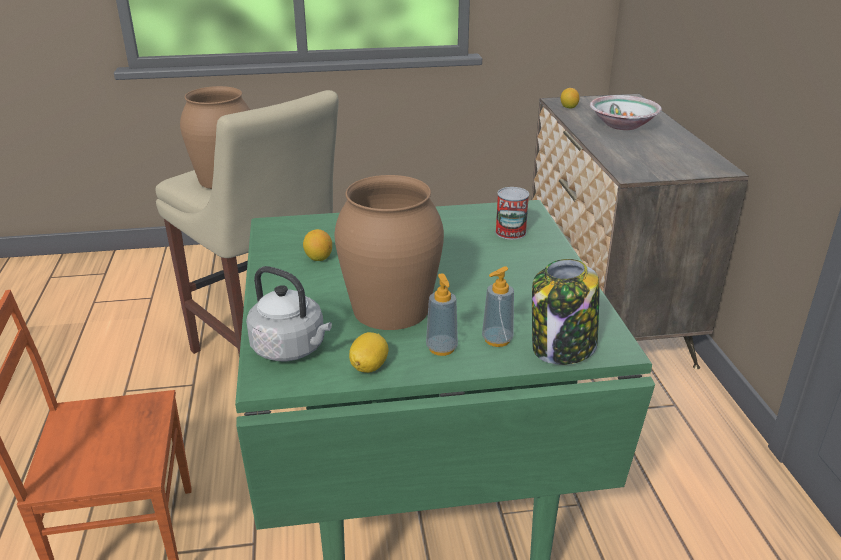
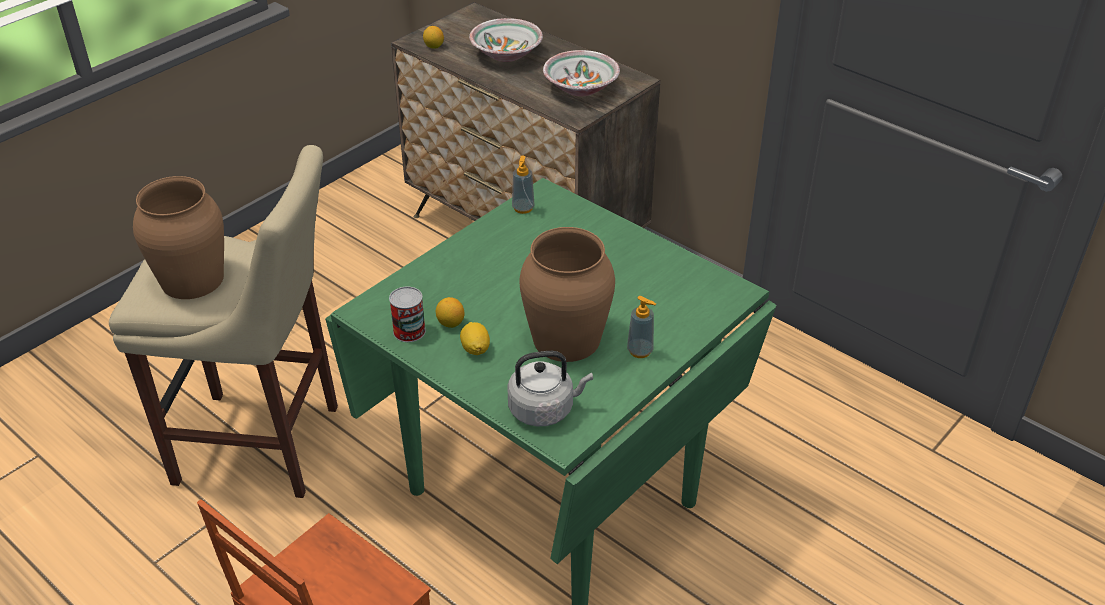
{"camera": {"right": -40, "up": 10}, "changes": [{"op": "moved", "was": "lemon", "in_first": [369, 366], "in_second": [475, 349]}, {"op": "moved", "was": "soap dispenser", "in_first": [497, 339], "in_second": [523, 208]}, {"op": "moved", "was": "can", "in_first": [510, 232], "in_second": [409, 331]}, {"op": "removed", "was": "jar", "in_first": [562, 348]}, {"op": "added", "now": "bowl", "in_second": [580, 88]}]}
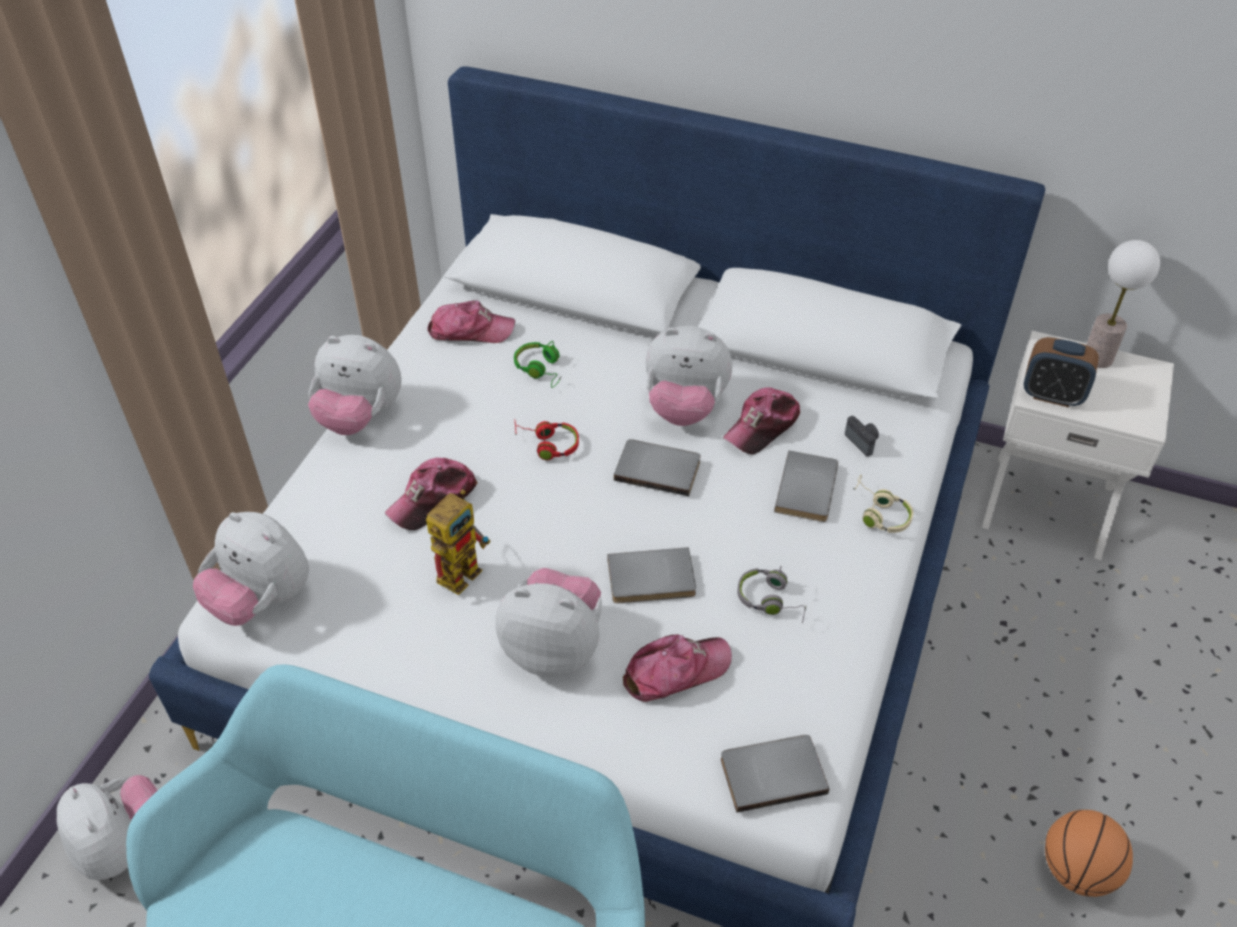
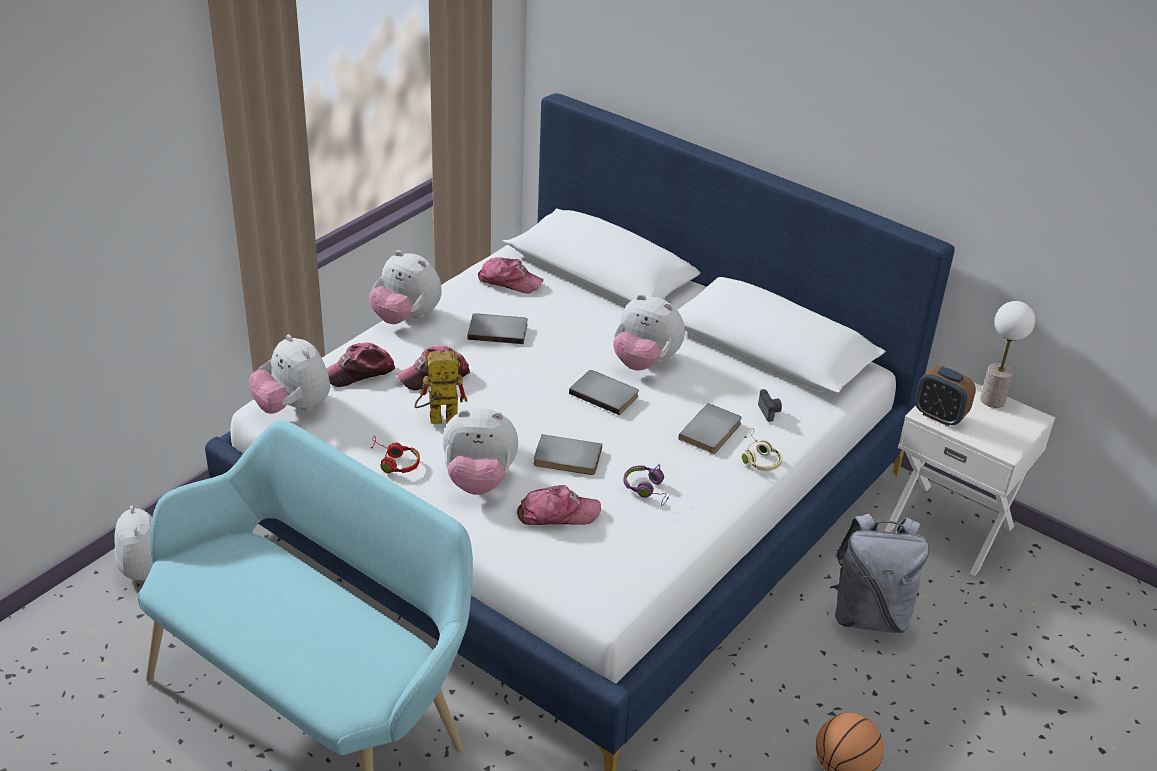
{"camera": {"right": 15, "up": -10}, "changes": [{"op": "turned", "was": "toy robot", "in_first": [463, 568], "in_second": [436, 420], "clockwise": -150}, {"op": "turned", "was": "plush toy", "in_first": [554, 648], "in_second": [479, 481], "clockwise": 150}, {"op": "removed", "was": "green headphones", "in_first": [541, 369]}, {"op": "moved", "was": "red headphones", "in_first": [547, 444], "in_second": [394, 462]}, {"op": "moved", "was": "grey book", "in_first": [772, 772], "in_second": [498, 330]}, {"op": "moved", "was": "cap", "in_first": [762, 427], "in_second": [359, 372]}, {"op": "recoloured", "was": "grey headphones", "now": "purple headphones", "in_first": [771, 600], "in_second": [647, 490]}, {"op": "added", "now": "grey backpack", "in_second": [869, 615]}]}
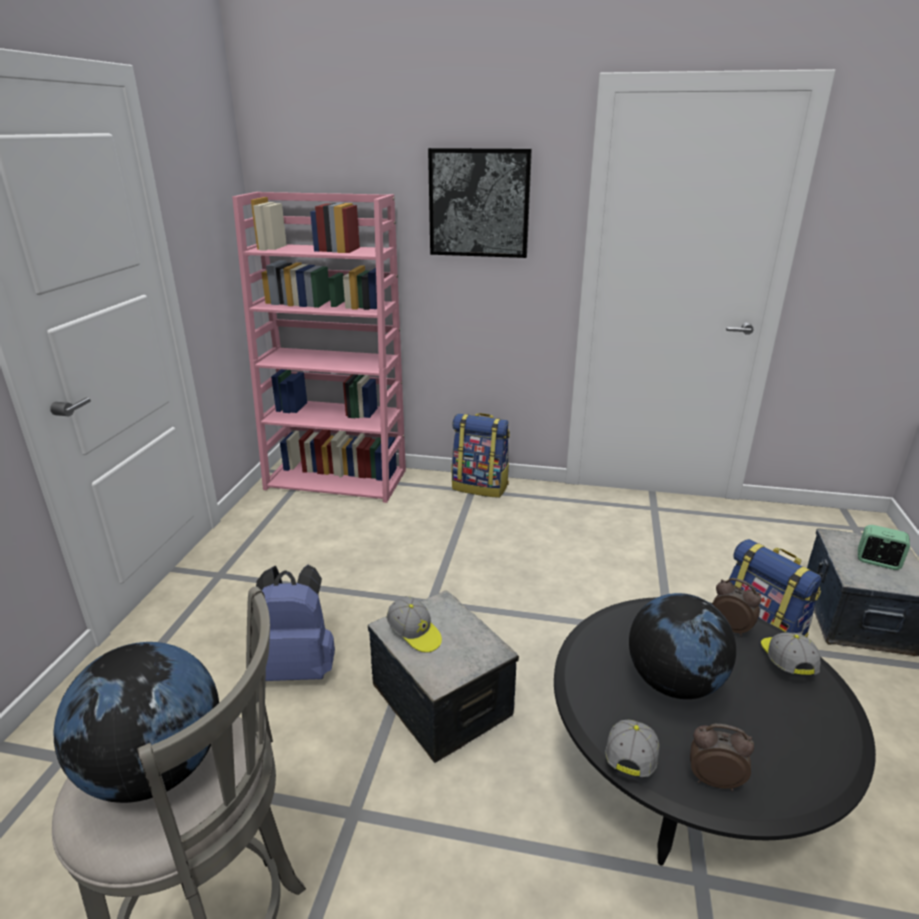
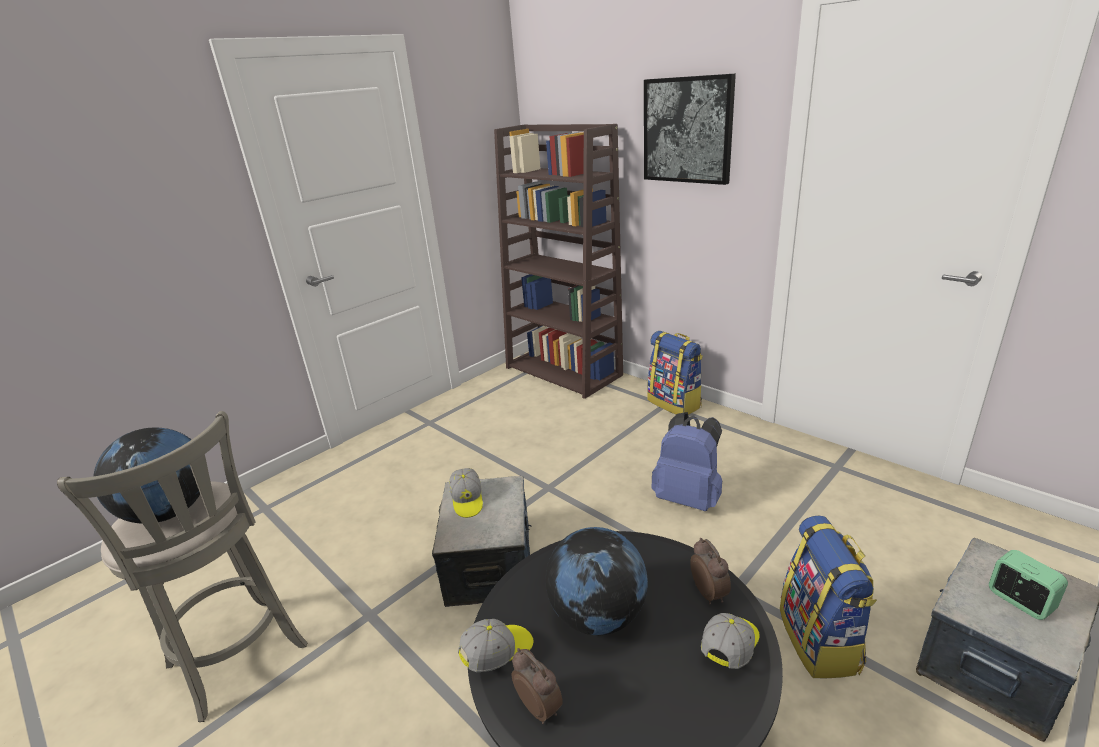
{"camera": {"right": 35, "up": 0}, "changes": [{"op": "recoloured", "was": "pink bookcase", "now": "brown bookcase", "in_first": [338, 479], "in_second": [564, 371]}, {"op": "moved", "was": "blue backpack", "in_first": [297, 667], "in_second": [688, 498]}]}
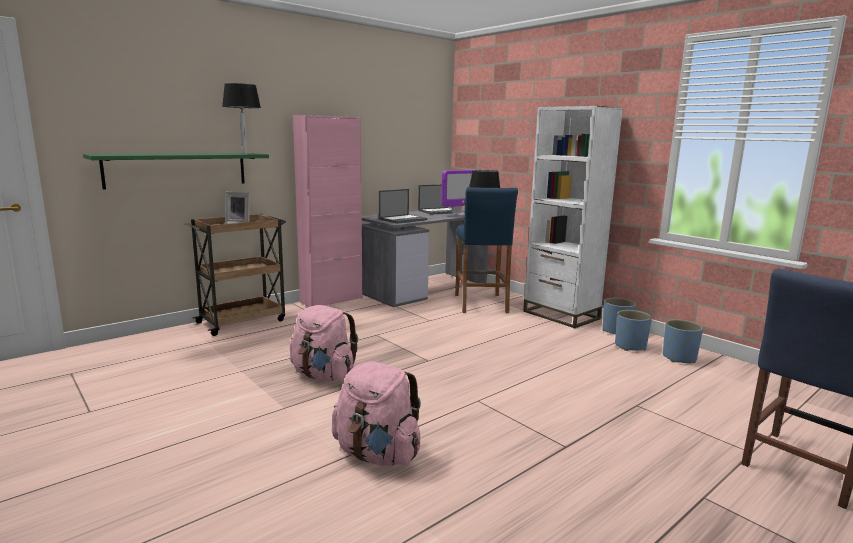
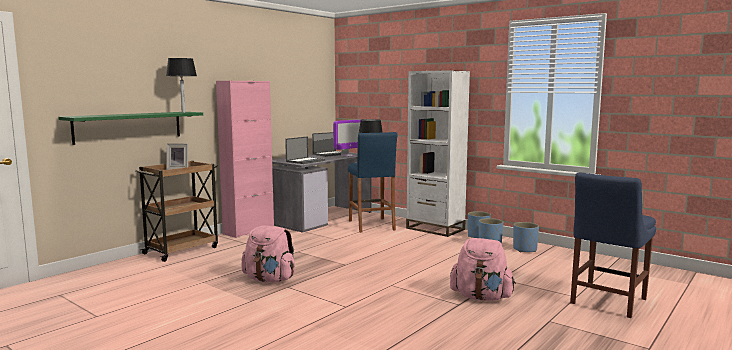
{"camera": {"right": -10, "up": -5}, "changes": [{"op": "moved", "was": "pink backpack", "in_first": [377, 454], "in_second": [481, 297]}]}
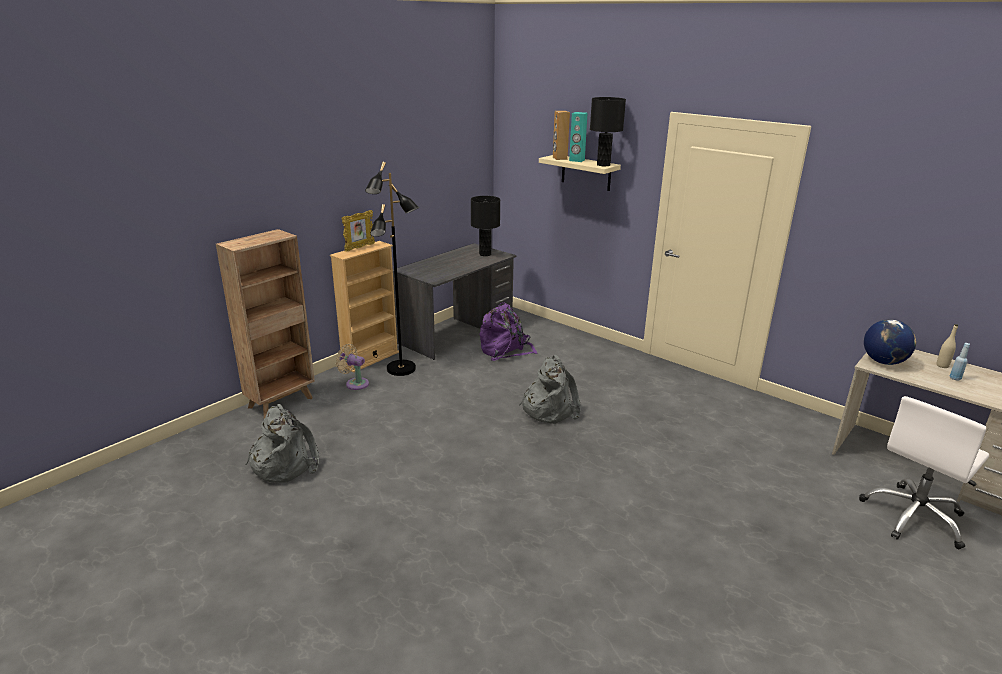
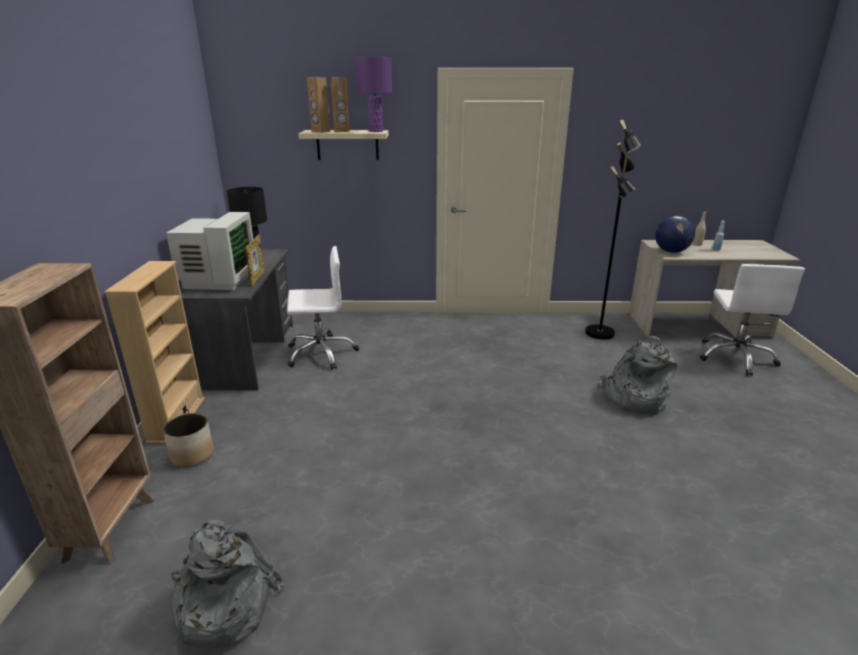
{"camera": {"right": -40, "up": 0}, "changes": [{"op": "replaced", "was": "beige fan", "now": "planter", "in_first": [355, 383], "in_second": [192, 455]}, {"op": "moved", "was": "picture frame", "in_first": [359, 247], "in_second": [257, 279]}, {"op": "moved", "was": "black floor lamp", "in_first": [401, 369], "in_second": [600, 333]}, {"op": "replaced", "was": "purple backpack", "now": "white office chair", "in_first": [505, 350], "in_second": [321, 353]}, {"op": "moved", "was": "grey backpack", "in_first": [549, 409], "in_second": [633, 397]}, {"op": "recoloured", "was": "turquoise speaker", "now": "brown speaker", "in_first": [576, 160], "in_second": [341, 131]}, {"op": "recoloured", "was": "black table lamp", "now": "purple table lamp", "in_first": [603, 165], "in_second": [375, 131]}, {"op": "added", "now": "monitor", "in_second": [218, 280]}]}
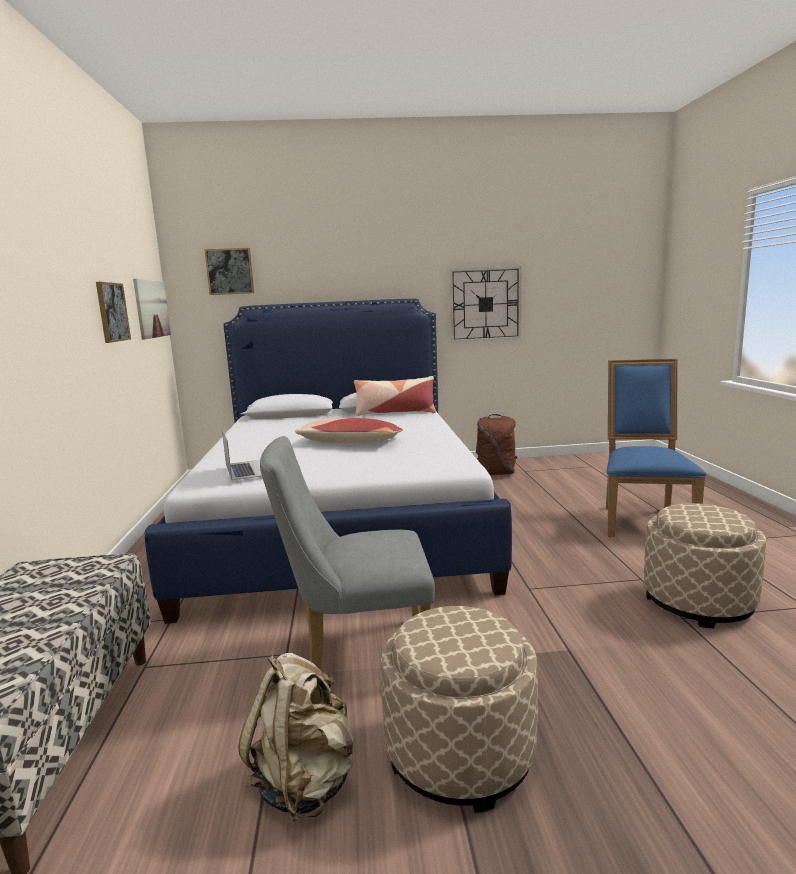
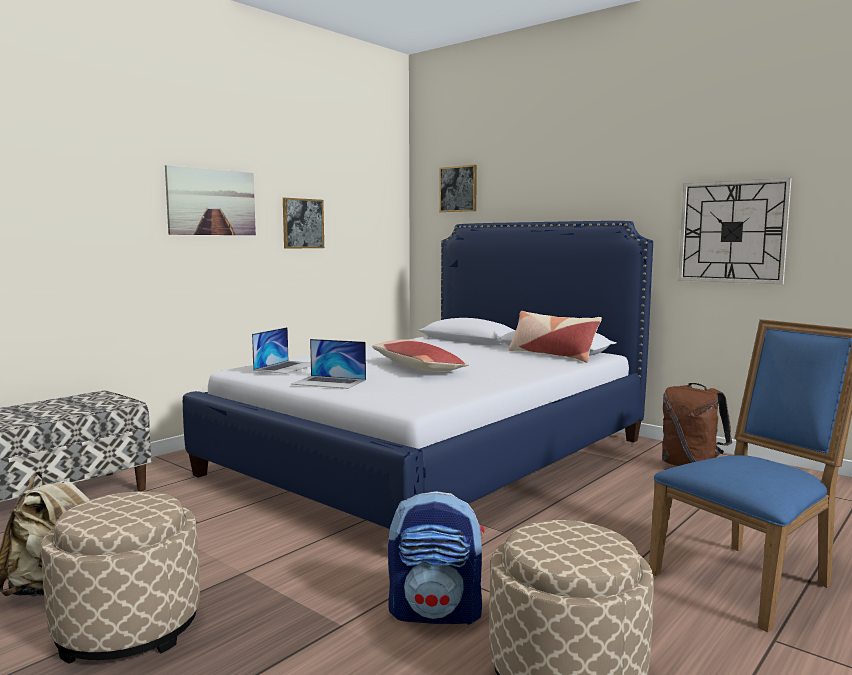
{"camera": {"right": 45, "up": -5}, "changes": [{"op": "moved", "was": "picture", "in_first": [152, 309], "in_second": [211, 202]}, {"op": "removed", "was": "grey chair", "in_first": [357, 654]}, {"op": "added", "now": "laptop", "in_second": [329, 382]}, {"op": "added", "now": "backpack", "in_second": [436, 612]}]}
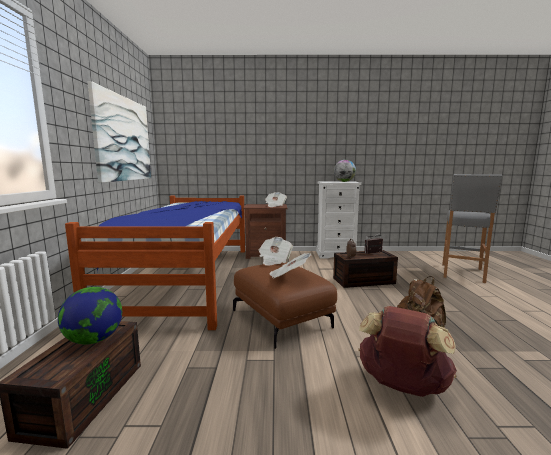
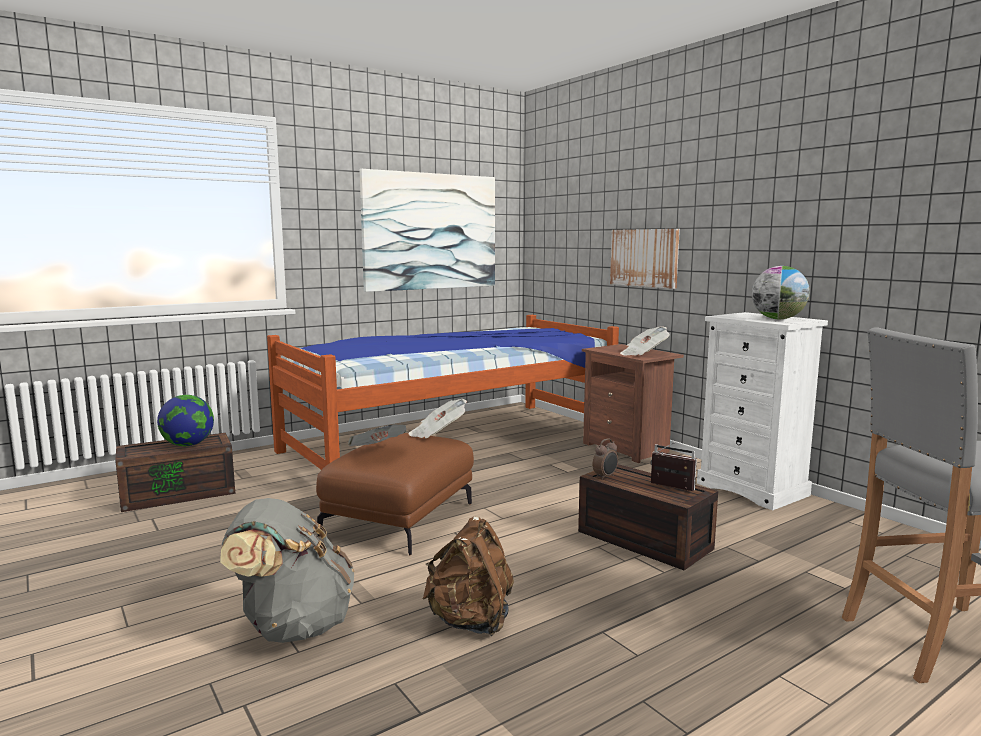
{"camera": {"right": 55, "up": 0}, "changes": [{"op": "recoloured", "was": "brown backpack", "now": "grey backpack", "in_first": [401, 386], "in_second": [293, 626]}, {"op": "added", "now": "picture", "in_second": [644, 257]}]}
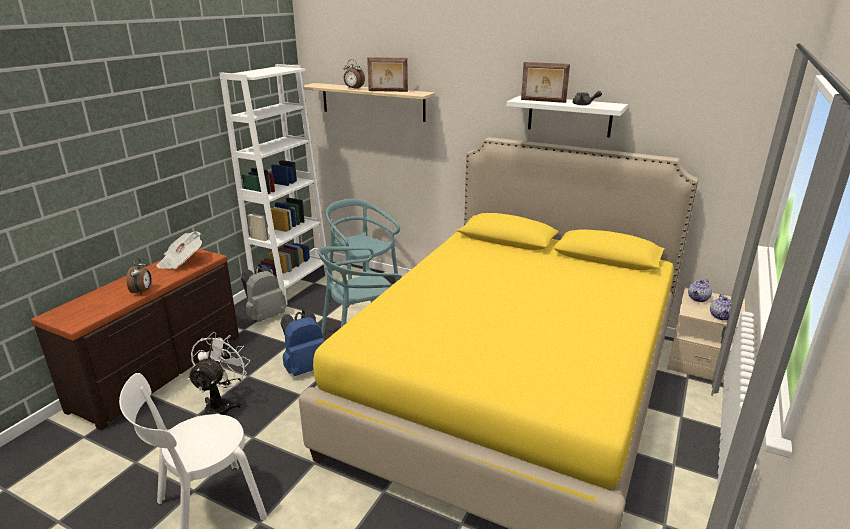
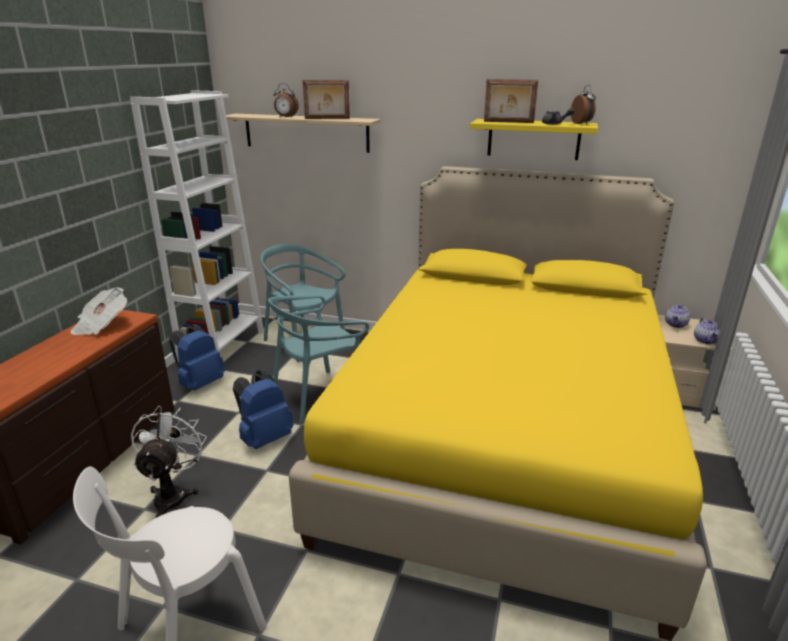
{"camera": {"right": -10, "up": 0}, "changes": [{"op": "moved", "was": "alarm clock", "in_first": [142, 291], "in_second": [582, 124]}, {"op": "recoloured", "was": "grey backpack", "now": "blue backpack", "in_first": [265, 316], "in_second": [200, 383]}, {"op": "recoloured", "was": "white shelf", "now": "yellow shelf", "in_first": [569, 116], "in_second": [533, 139]}]}
